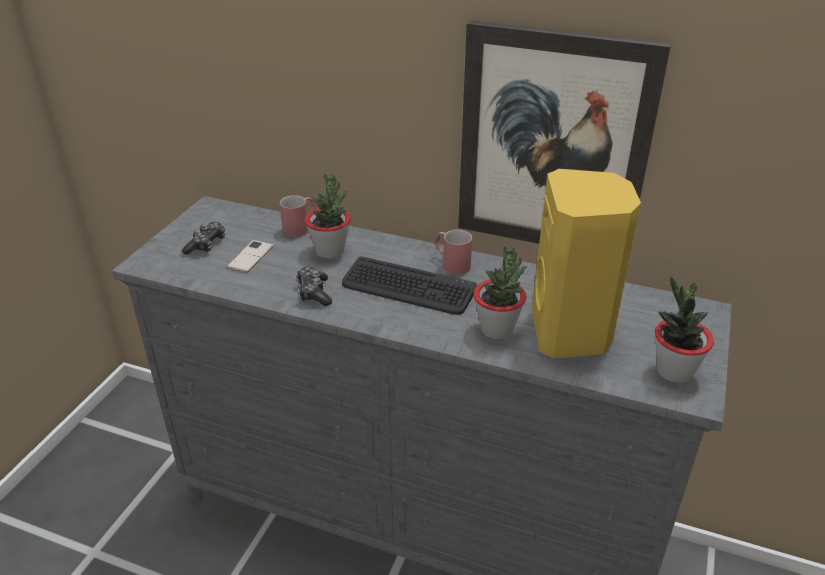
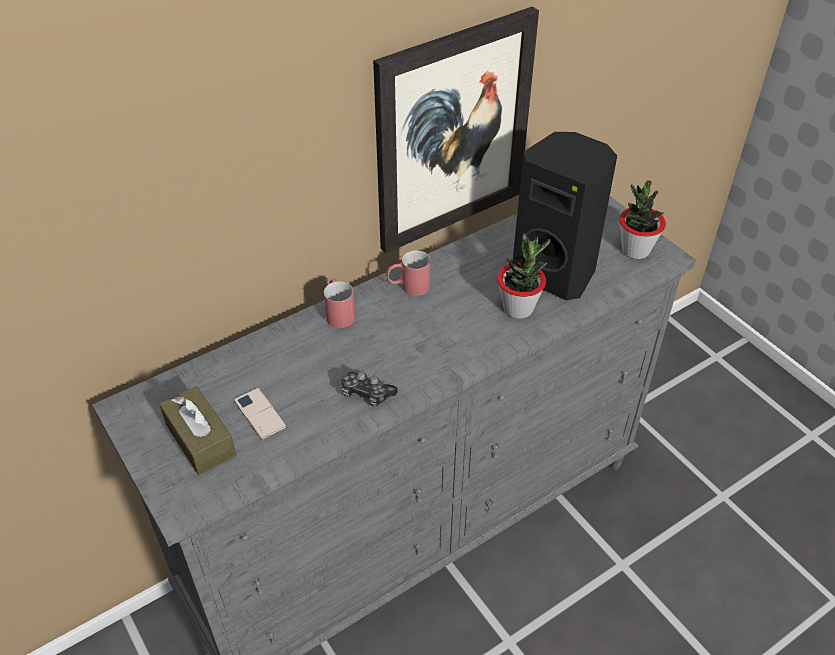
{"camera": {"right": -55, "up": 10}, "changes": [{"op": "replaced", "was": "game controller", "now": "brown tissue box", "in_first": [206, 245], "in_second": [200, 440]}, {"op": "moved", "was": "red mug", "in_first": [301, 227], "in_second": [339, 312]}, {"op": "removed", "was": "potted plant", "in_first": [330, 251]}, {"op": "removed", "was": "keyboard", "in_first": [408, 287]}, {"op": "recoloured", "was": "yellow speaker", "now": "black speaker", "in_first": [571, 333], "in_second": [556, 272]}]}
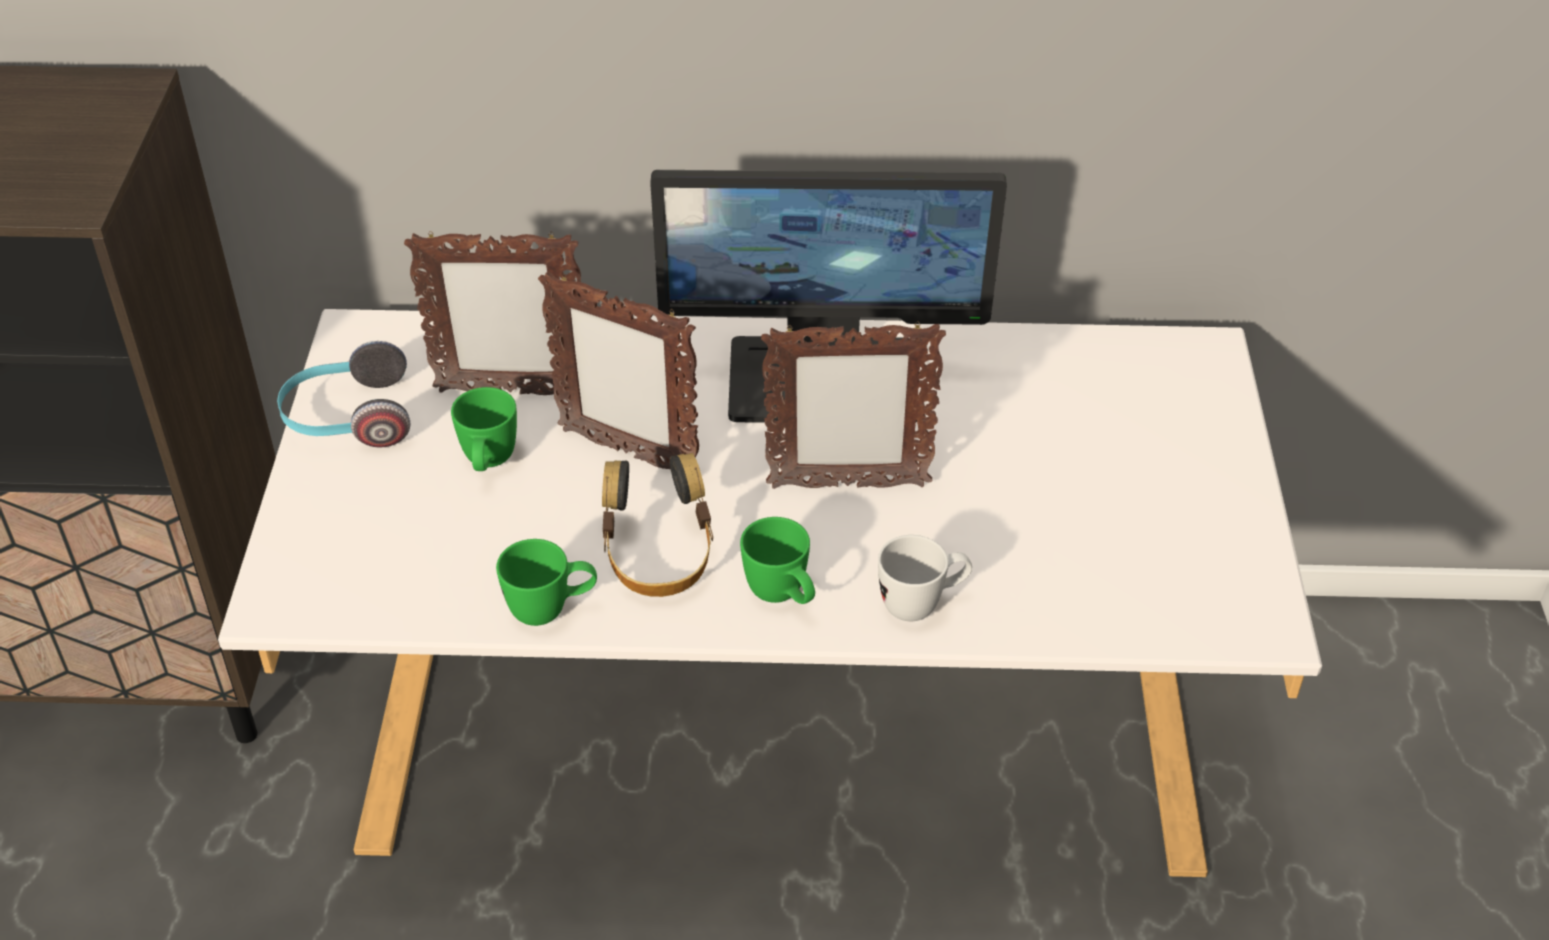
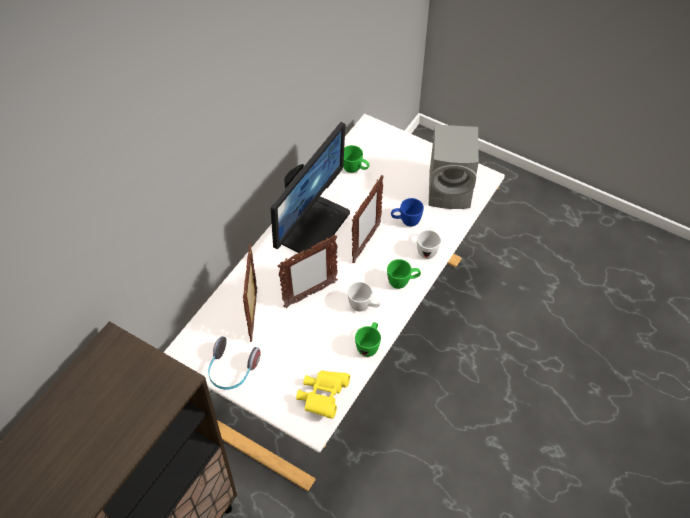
{"camera": {"right": -60, "up": 10}, "changes": [{"op": "turned", "was": "picture frame", "in_first": [510, 392], "in_second": [254, 315], "clockwise": 150}, {"op": "moved", "was": "green mug", "in_first": [488, 464], "in_second": [355, 170]}, {"op": "replaced", "was": "headphones", "now": "white mug", "in_first": [658, 556], "in_second": [364, 307]}, {"op": "added", "now": "yellow binoculars", "in_second": [323, 397]}, {"op": "added", "now": "blue mug", "in_second": [406, 222]}, {"op": "added", "now": "grey speaker", "in_second": [451, 190]}]}
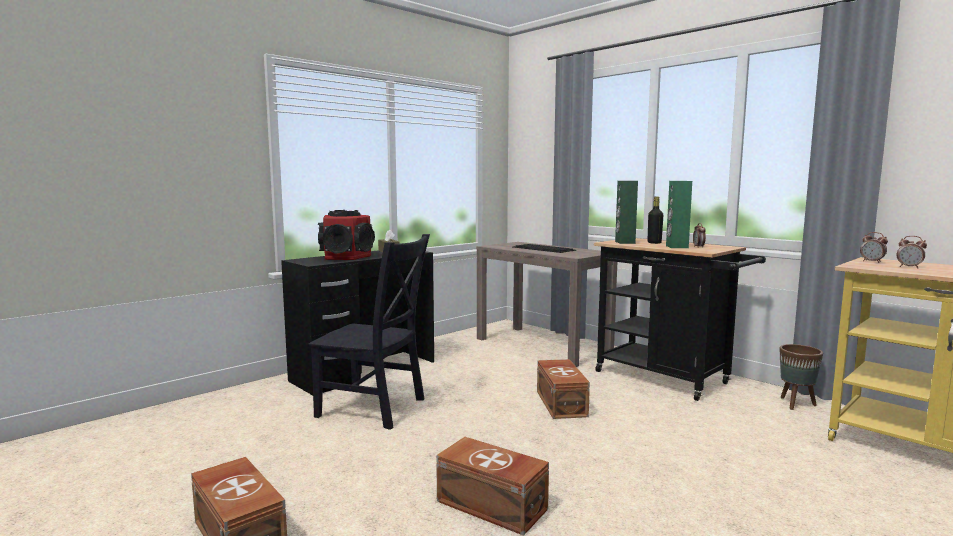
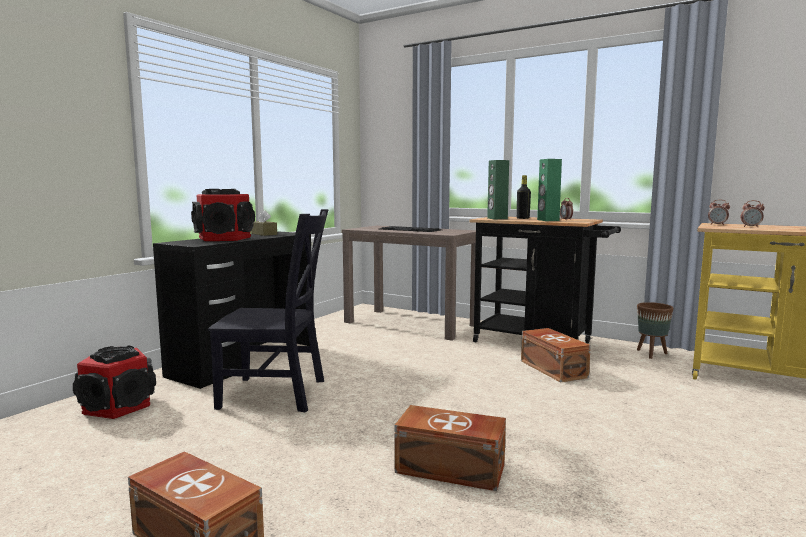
{"camera": {"right": -15, "up": 0}, "changes": [{"op": "moved", "was": "brown storage box", "in_first": [562, 403], "in_second": [553, 368]}, {"op": "added", "now": "speaker", "in_second": [118, 406]}]}
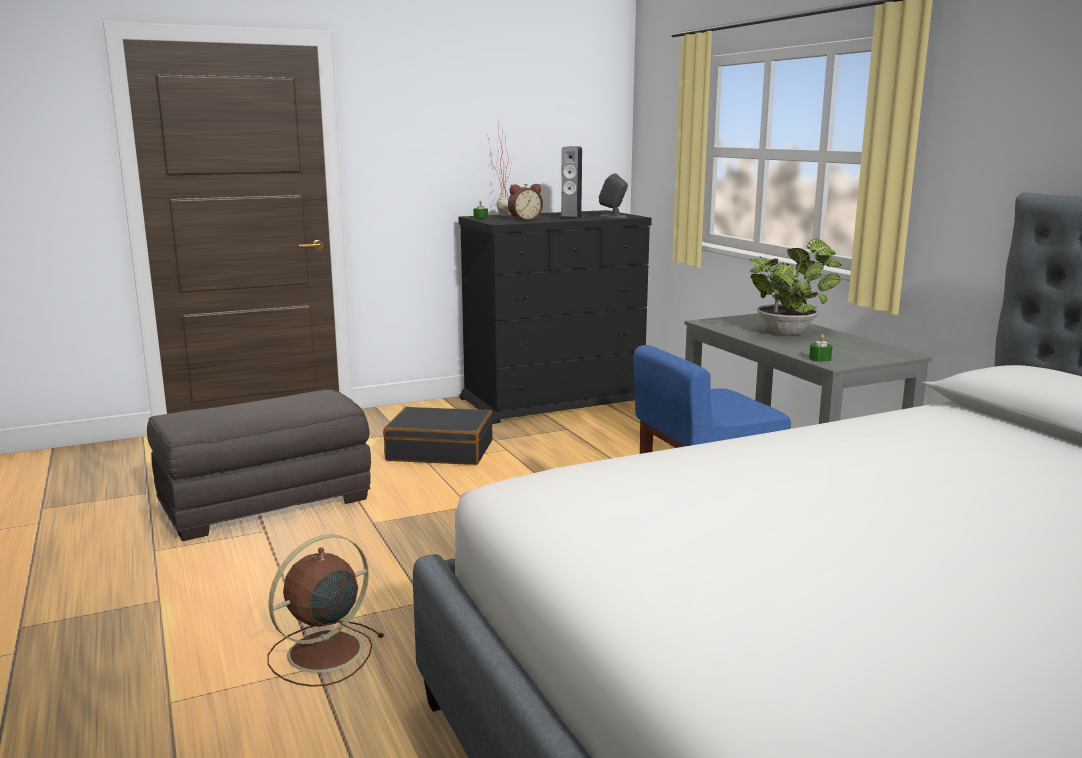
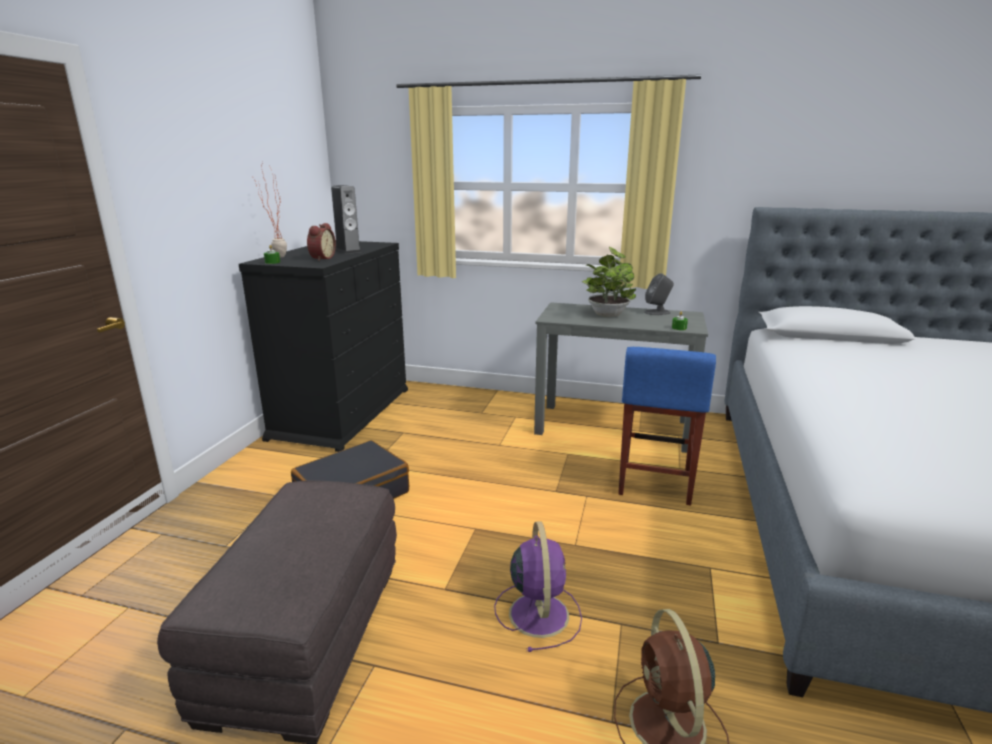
{"camera": {"right": -50, "up": 5}, "changes": [{"op": "moved", "was": "grey speaker", "in_first": [613, 217], "in_second": [657, 312]}, {"op": "added", "now": "purple fan", "in_second": [538, 612]}]}
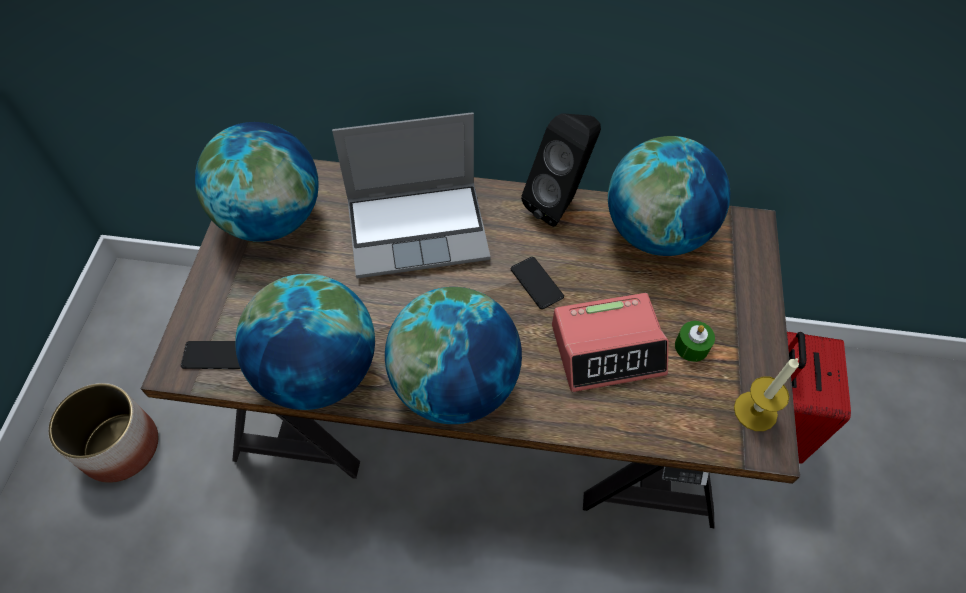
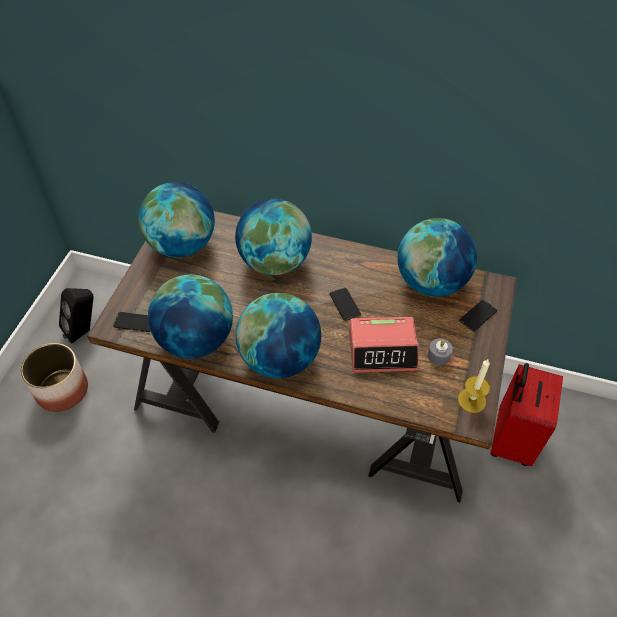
{"camera": {"right": 10, "up": -5}, "changes": [{"op": "replaced", "was": "laptop", "now": "globe", "in_first": [419, 228], "in_second": [275, 262]}, {"op": "moved", "was": "black speaker", "in_first": [559, 203], "in_second": [85, 331]}, {"op": "recoloured", "was": "green candle", "now": "grey candle", "in_first": [691, 346], "in_second": [438, 356]}, {"op": "added", "now": "phone", "in_second": [478, 316]}]}
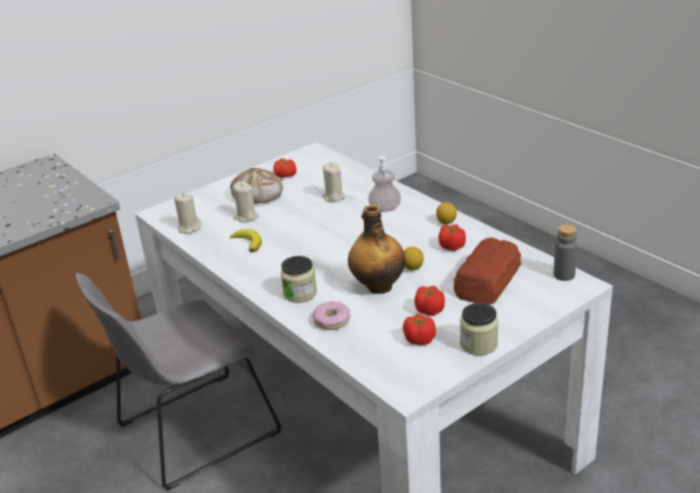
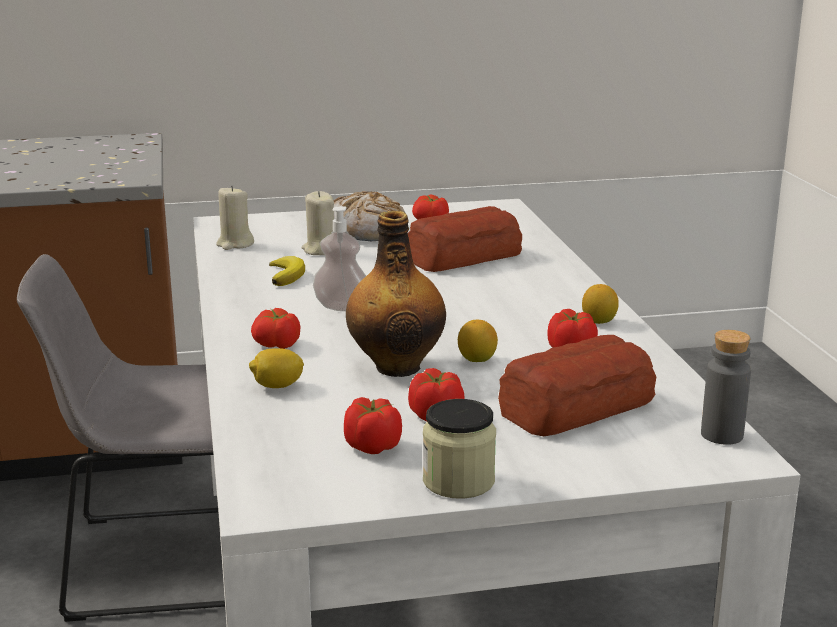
{"camera": {"right": 25, "up": -10}, "changes": [{"op": "replaced", "was": "jar", "now": "tomato", "in_first": [300, 293], "in_second": [276, 344]}, {"op": "replaced", "was": "donut", "now": "lemon", "in_first": [332, 320], "in_second": [277, 386]}, {"op": "replaced", "was": "beige candle", "now": "bread", "in_first": [333, 197], "in_second": [465, 257]}, {"op": "moved", "was": "soap dispenser", "in_first": [385, 209], "in_second": [341, 307]}]}
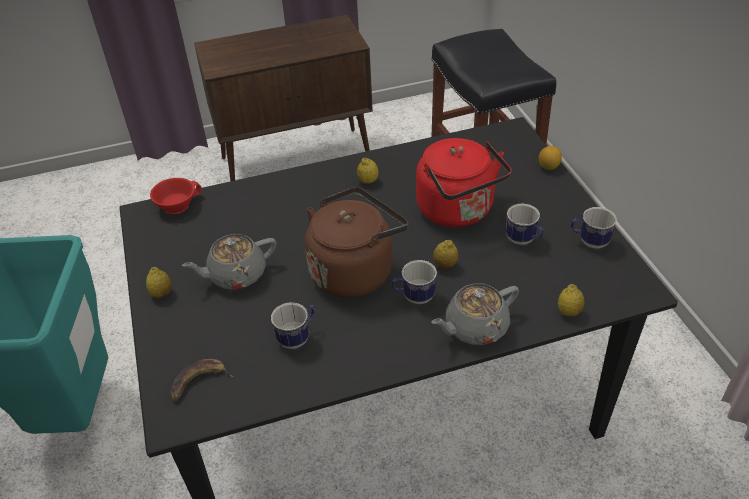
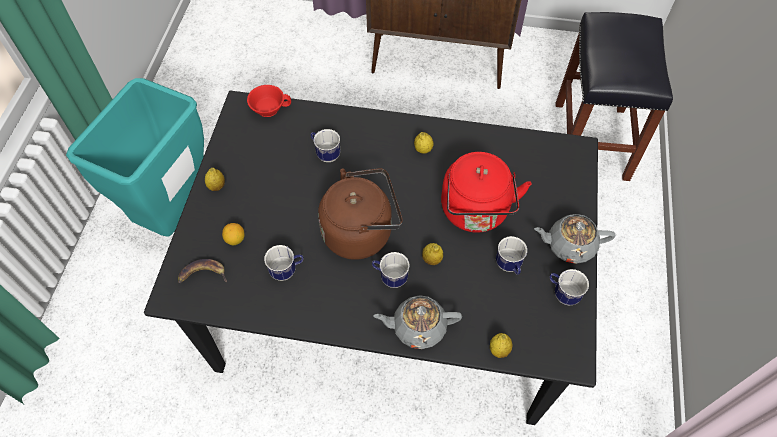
{"camera": {"right": 25, "up": 15}, "changes": [{"op": "moved", "was": "grey teapot", "in_first": [236, 275], "in_second": [569, 245]}, {"op": "moved", "was": "lemon", "in_first": [549, 167], "in_second": [235, 239]}, {"op": "added", "now": "mug", "in_second": [325, 154]}]}
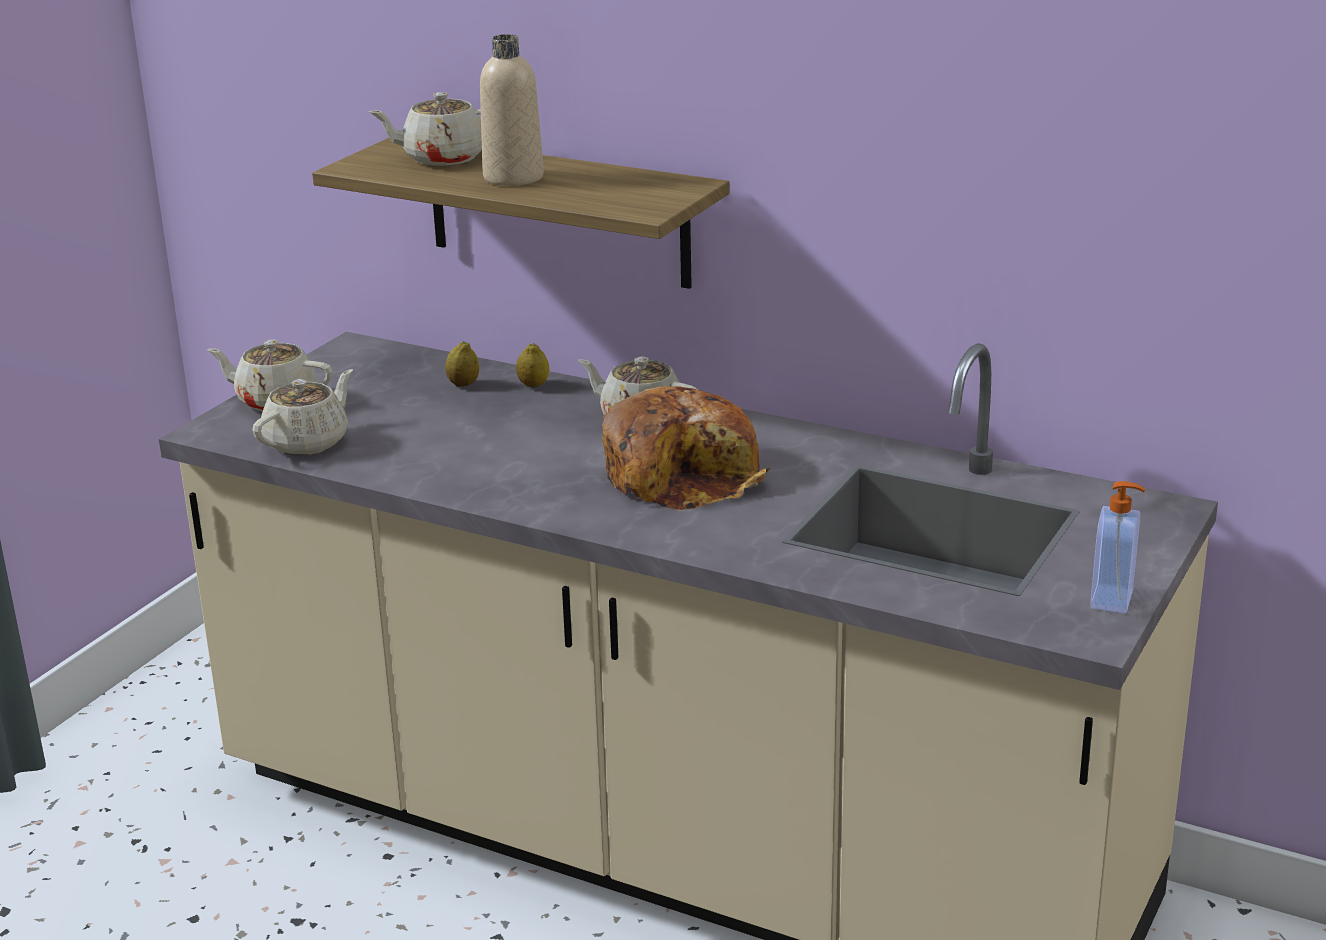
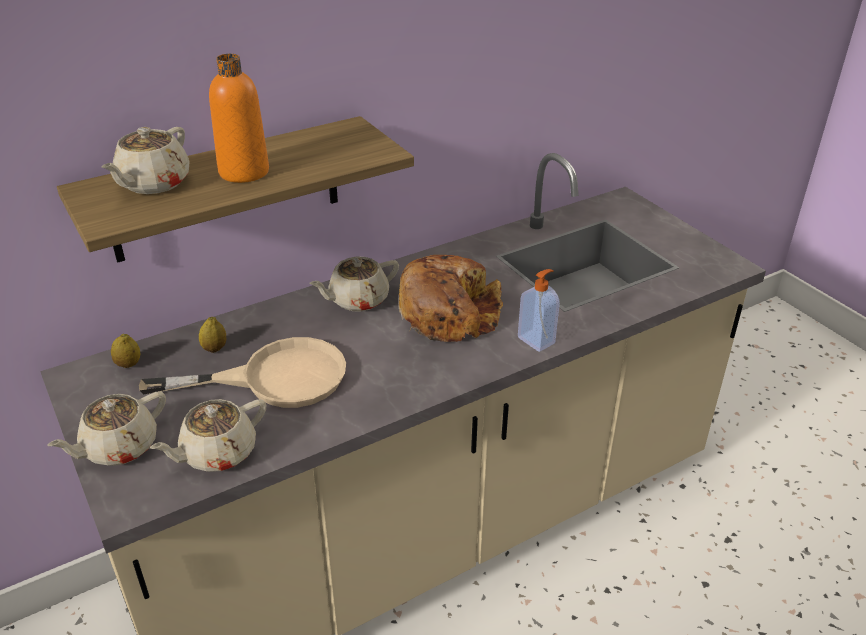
{"camera": {"right": -60, "up": 10}, "changes": [{"op": "turned", "was": "beige teapot", "in_first": [308, 442], "in_second": [217, 453], "clockwise": -105}, {"op": "recoloured", "was": "beige bottle", "now": "orange bottle", "in_first": [513, 177], "in_second": [244, 172]}, {"op": "moved", "was": "lemon", "in_first": [533, 385], "in_second": [128, 364]}, {"op": "moved", "was": "soap dispenser", "in_first": [1113, 600], "in_second": [537, 340]}, {"op": "added", "now": "beige frying pan", "in_second": [274, 378]}]}
